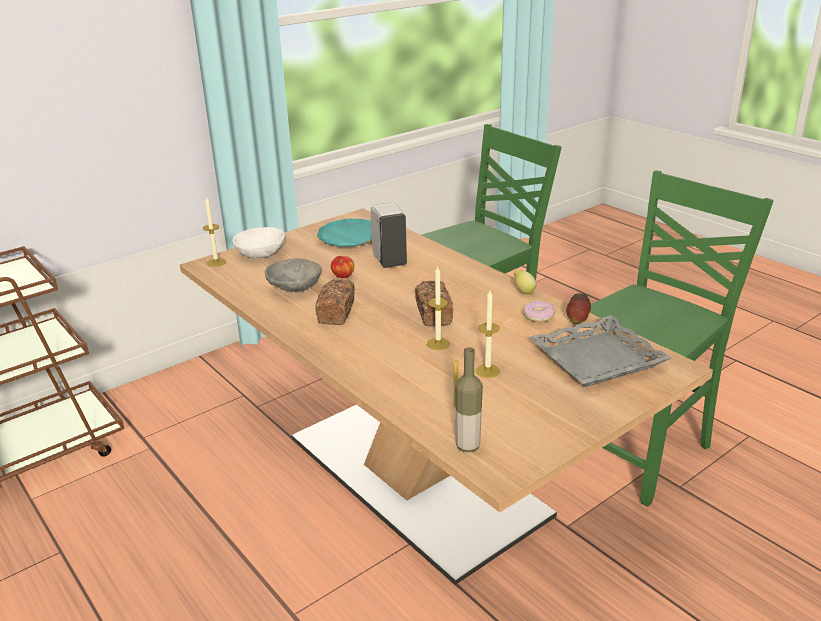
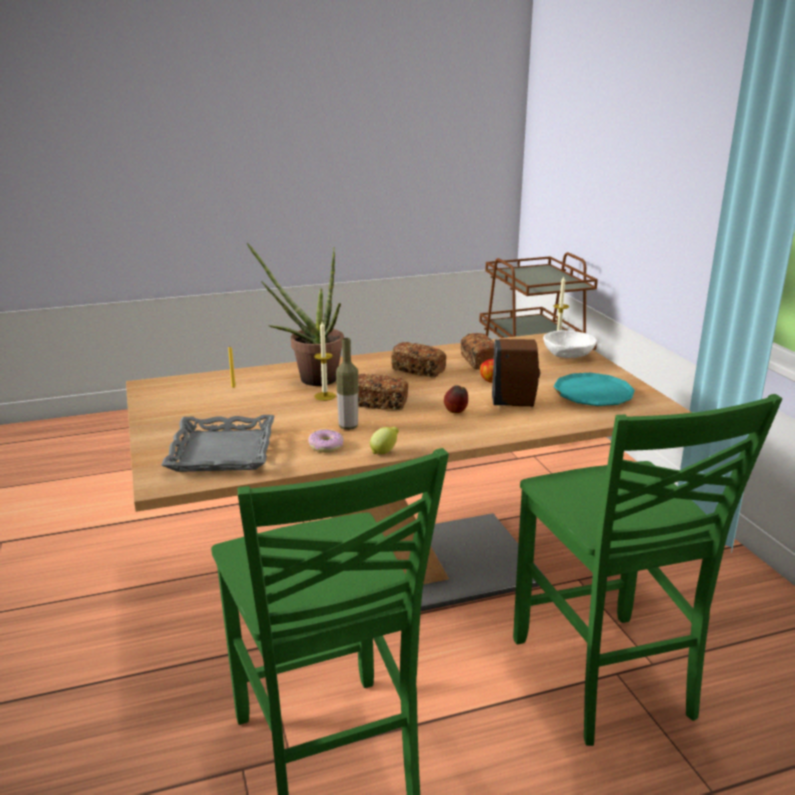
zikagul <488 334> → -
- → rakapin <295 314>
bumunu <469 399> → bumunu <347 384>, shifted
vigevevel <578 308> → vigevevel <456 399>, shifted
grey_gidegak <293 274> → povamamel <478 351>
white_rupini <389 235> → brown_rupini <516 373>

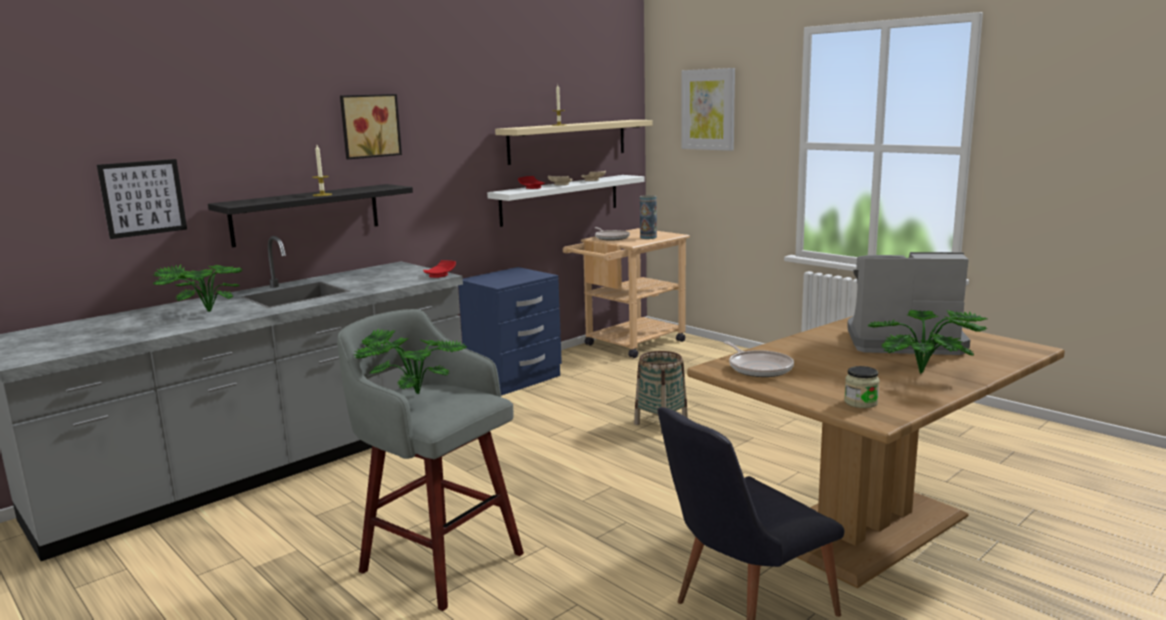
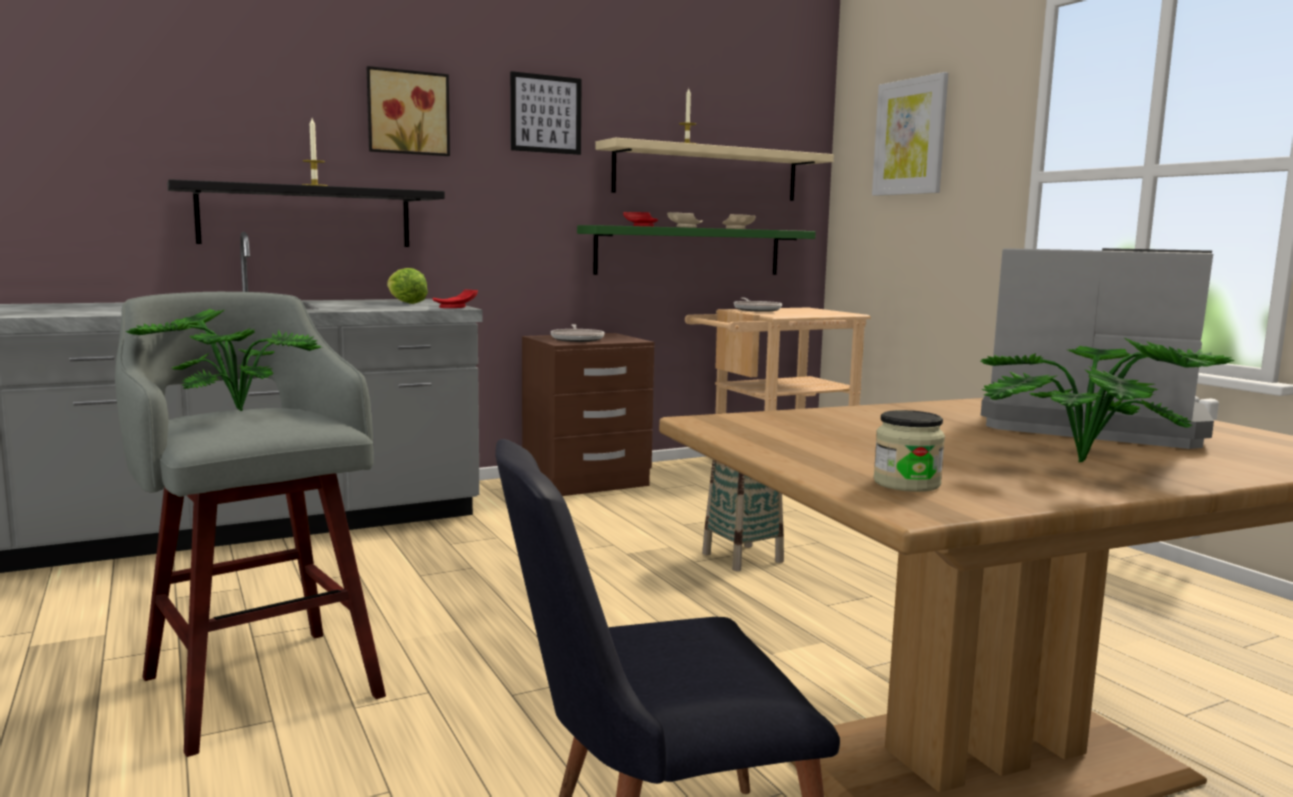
rakapin <198 288> → -
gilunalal <648 217> → -
- → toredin <407 286>
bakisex <142 199> → bakisex <546 113>, shifted
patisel <759 359> → patisel <577 333>, shifted
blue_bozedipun <510 331> → brown_bozedipun <588 414>
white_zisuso <565 201> → green_zisuso <696 250>

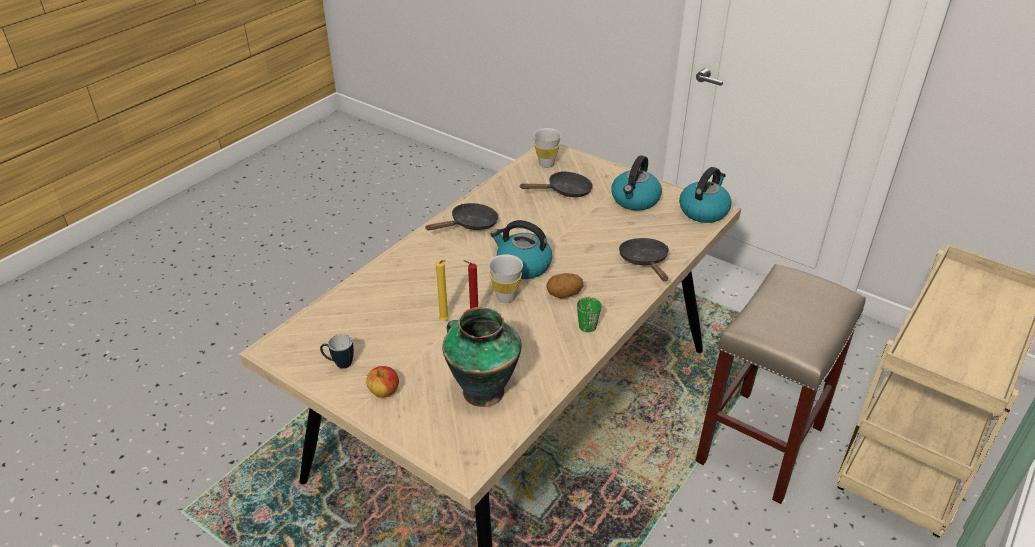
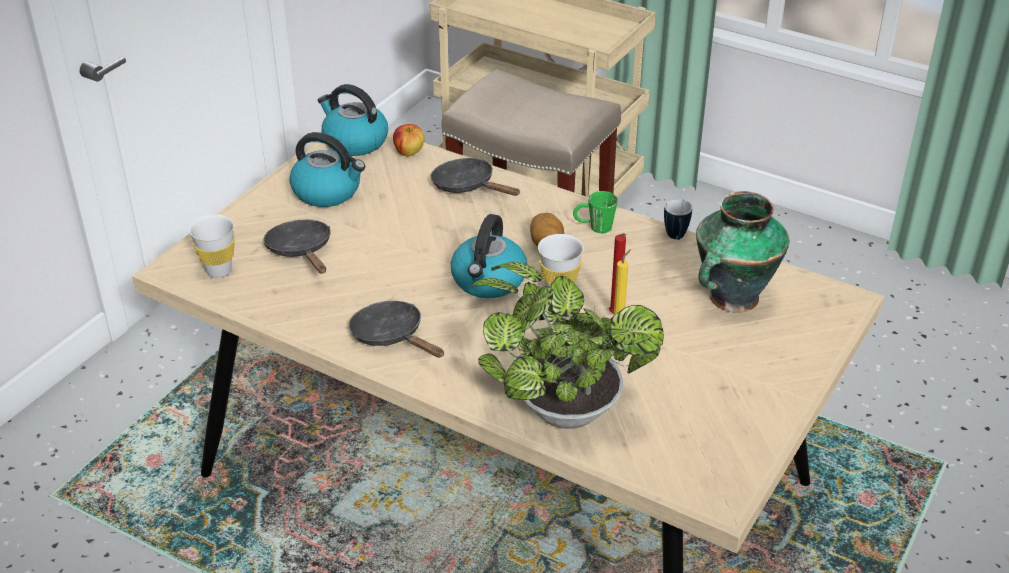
- → rakapin <566 345>
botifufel <337 351> → botifufel <678 219>, shifted
vigevevel <382 382> → vigevevel <408 140>, shifted
black_patisel <644 259> → black_patisel <475 177>, 60 degrees clockwise

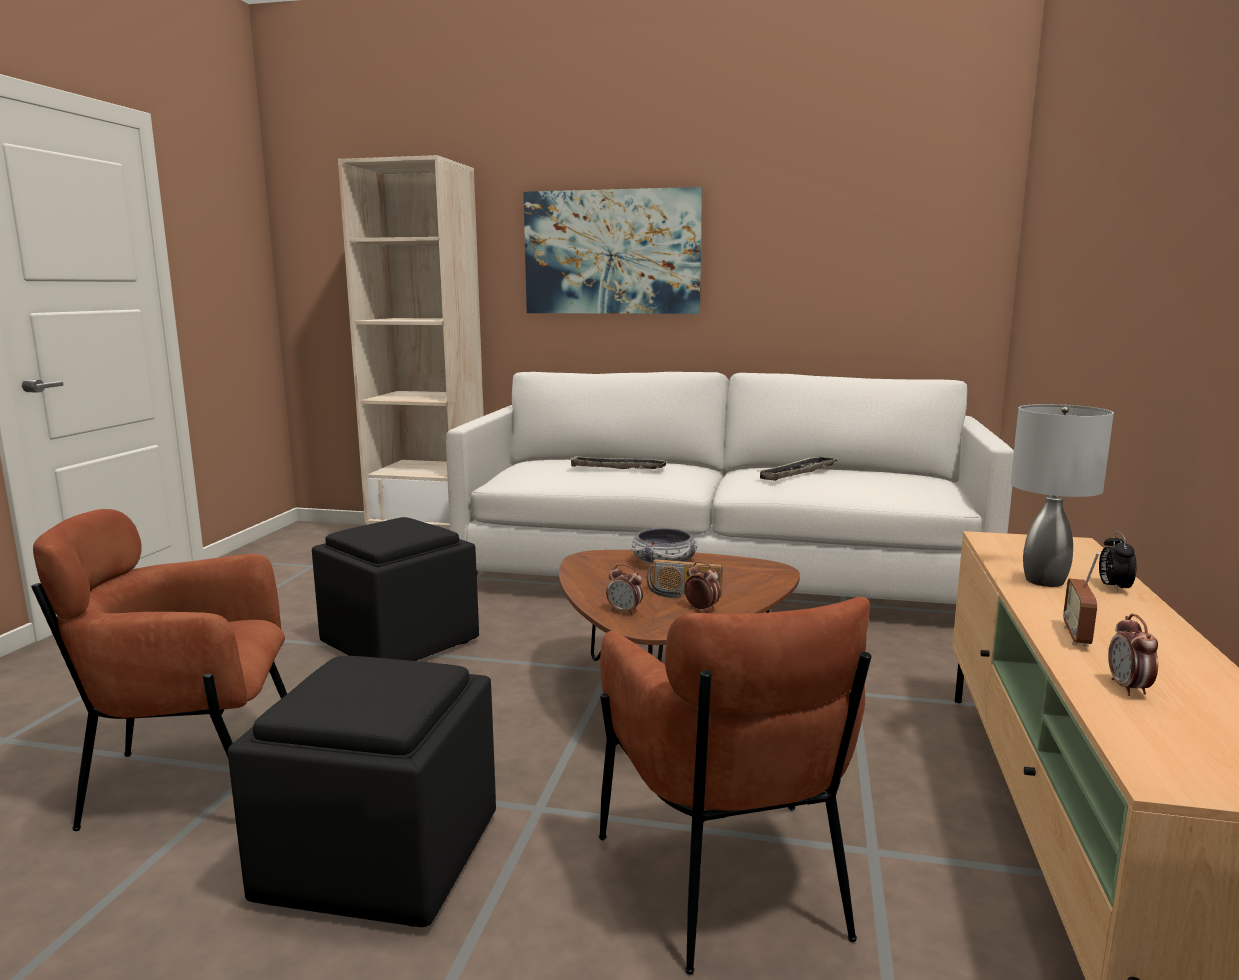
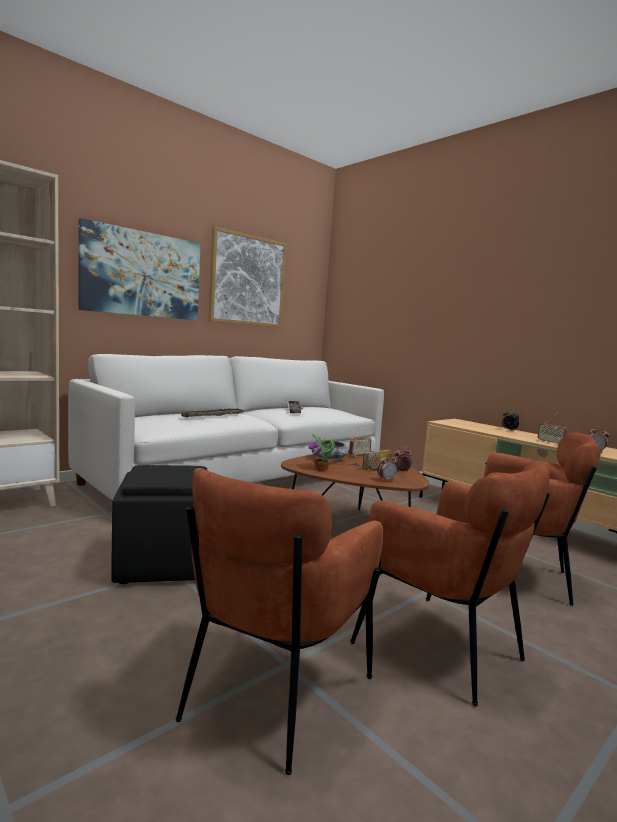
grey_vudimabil <1062 495> → -
- → bakisex <247 276>
- → rakapin <321 452>
- → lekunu <360 441>
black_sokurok <362 791> → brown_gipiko <450 584>

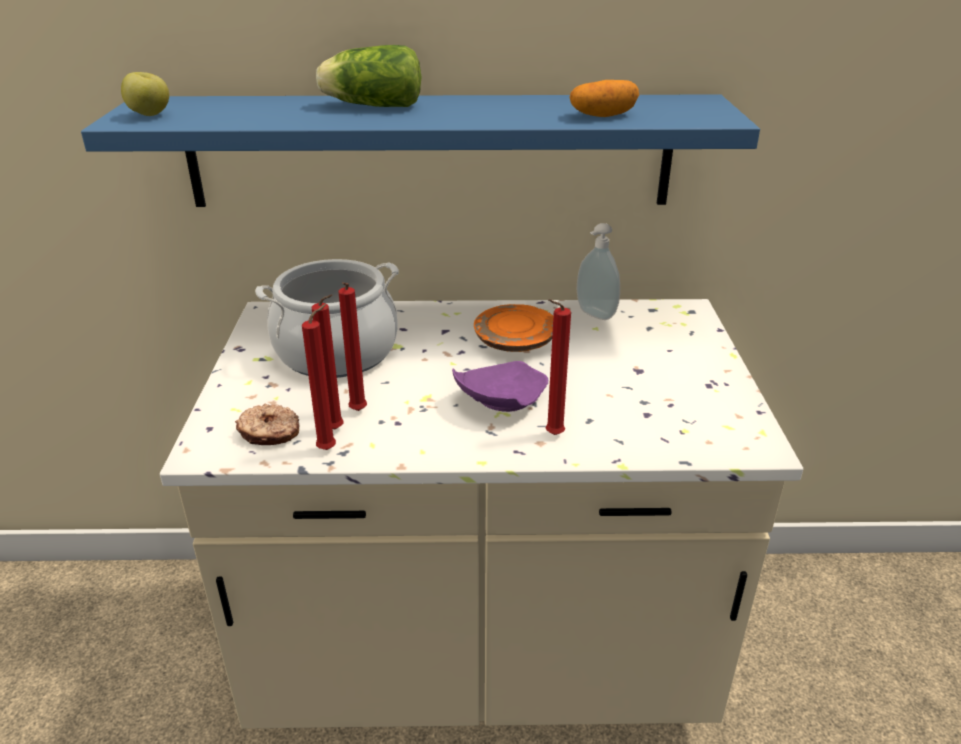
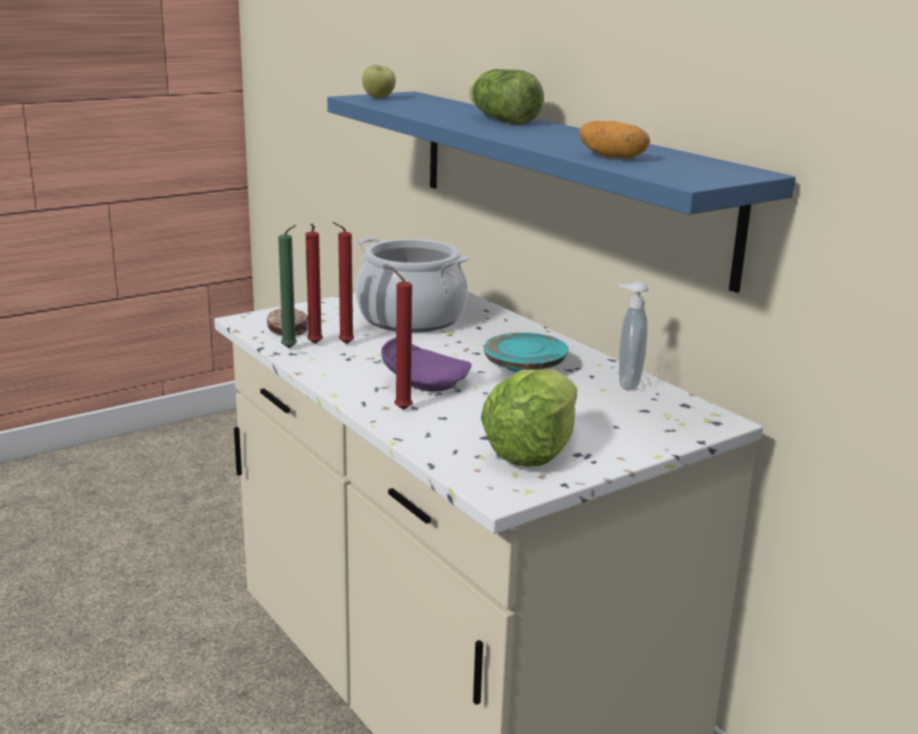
- → toredin <529 418>
red_zikagul <319 377> → green_zikagul <287 286>
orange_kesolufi <513 328> → turquoise_kesolufi <525 352>

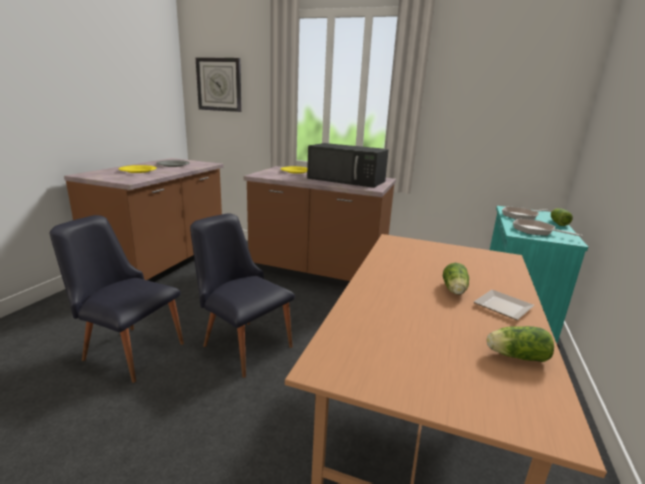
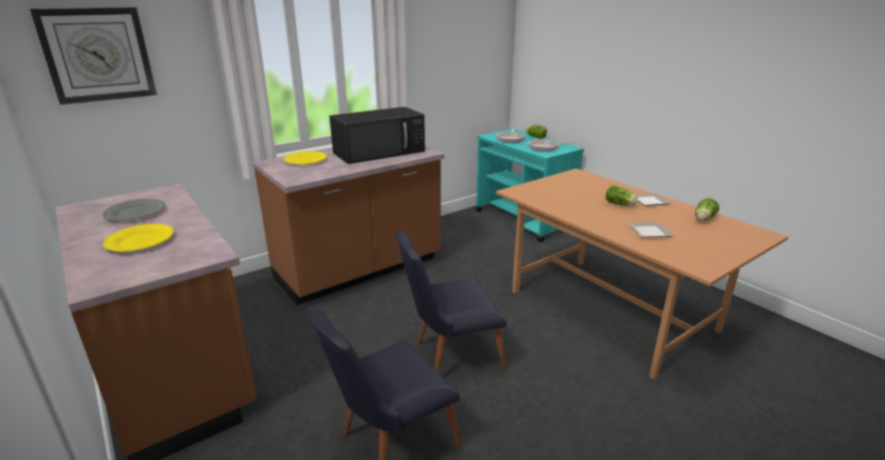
- → kesolufi <651 229>

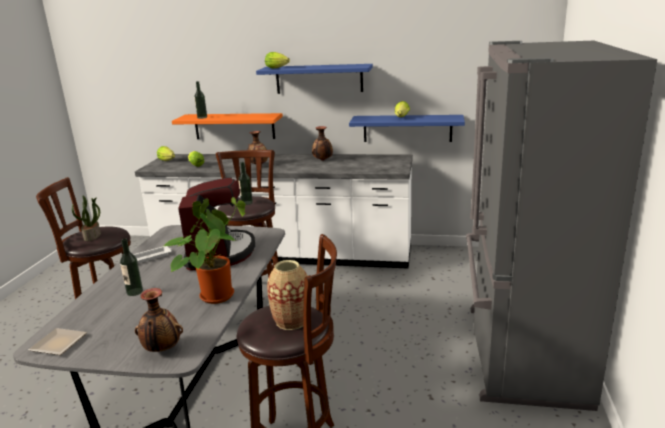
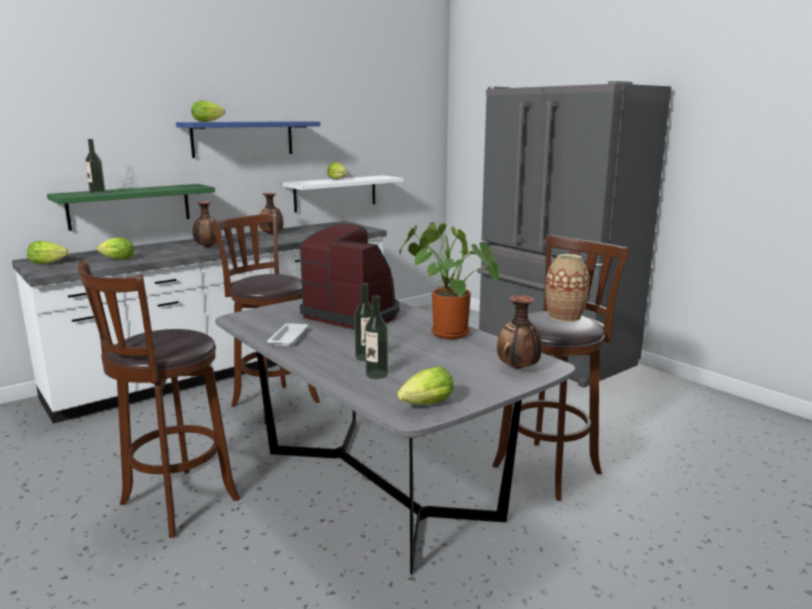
rakapin <86 218> → -
bumunu <245 183> → bumunu <376 337>, shifted
kesolufi <57 341> → toredin <425 385>
orange_zisuso <227 126> → green_zisuso <131 207>
blue_zisuso <407 128> → white_zisuso <343 193>

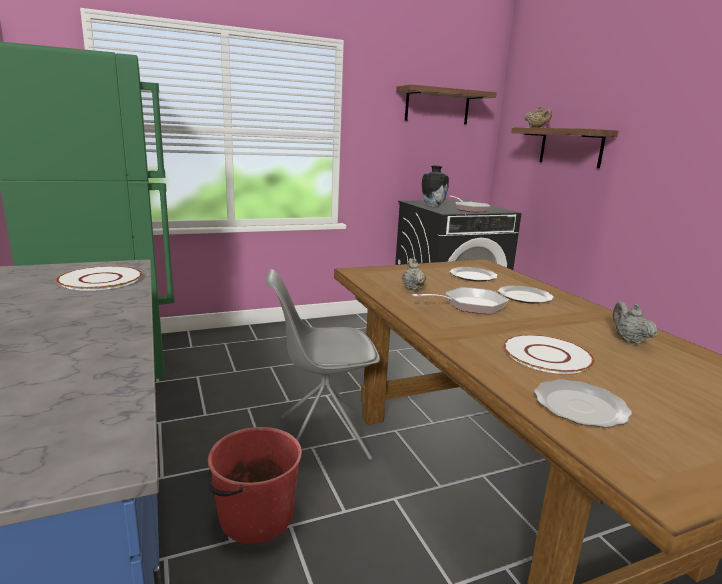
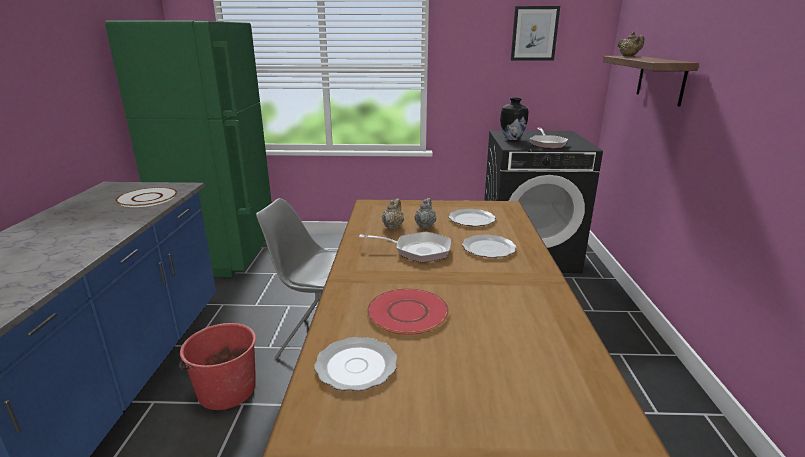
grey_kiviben <635 322> → grey_kiviben <425 213>, shifted
zisuso <446 104> → bakisex <535 33>
white_kesolufi <549 354> → red_kesolufi <408 311>

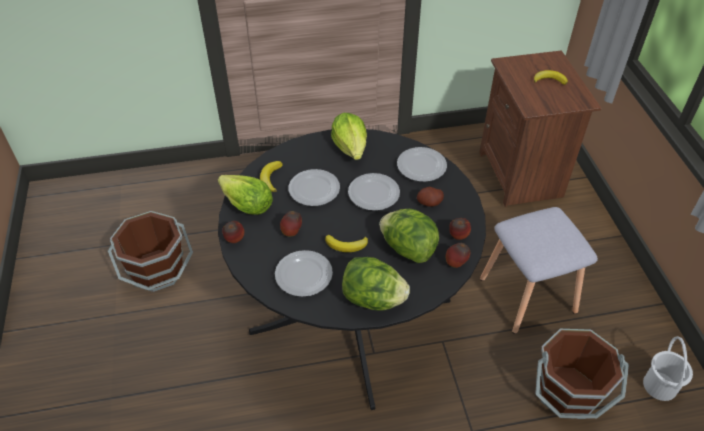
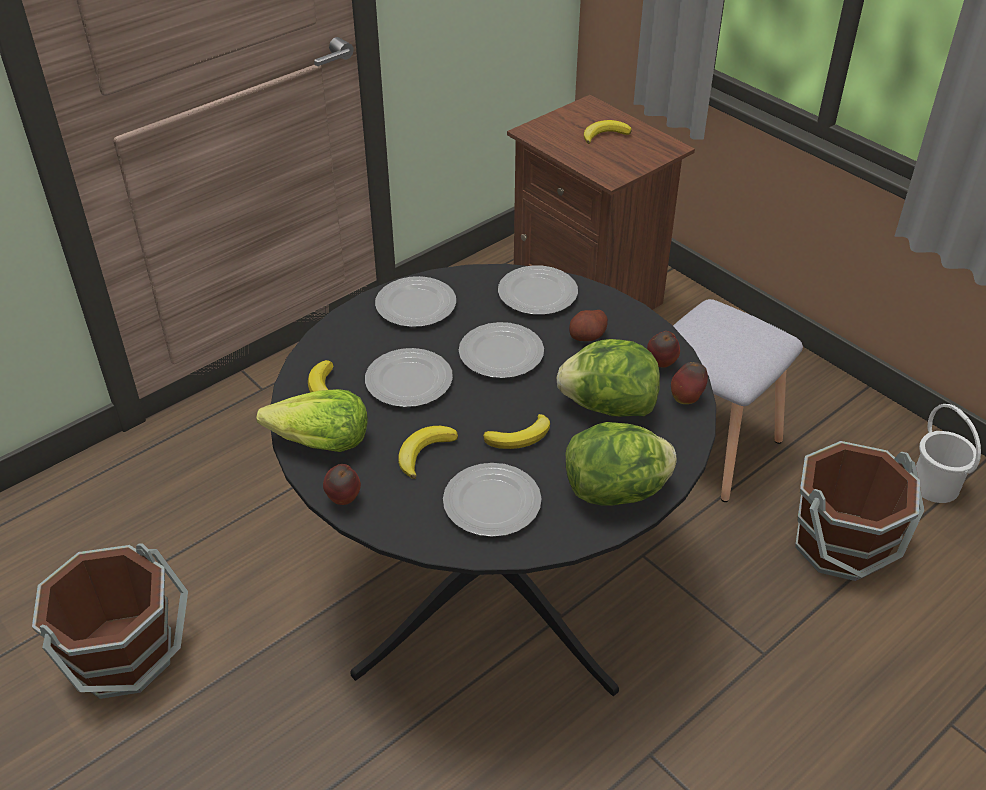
vigevevel <291 223> → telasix <428 452>
toredin <349 136> → kesolufi <415 301>

